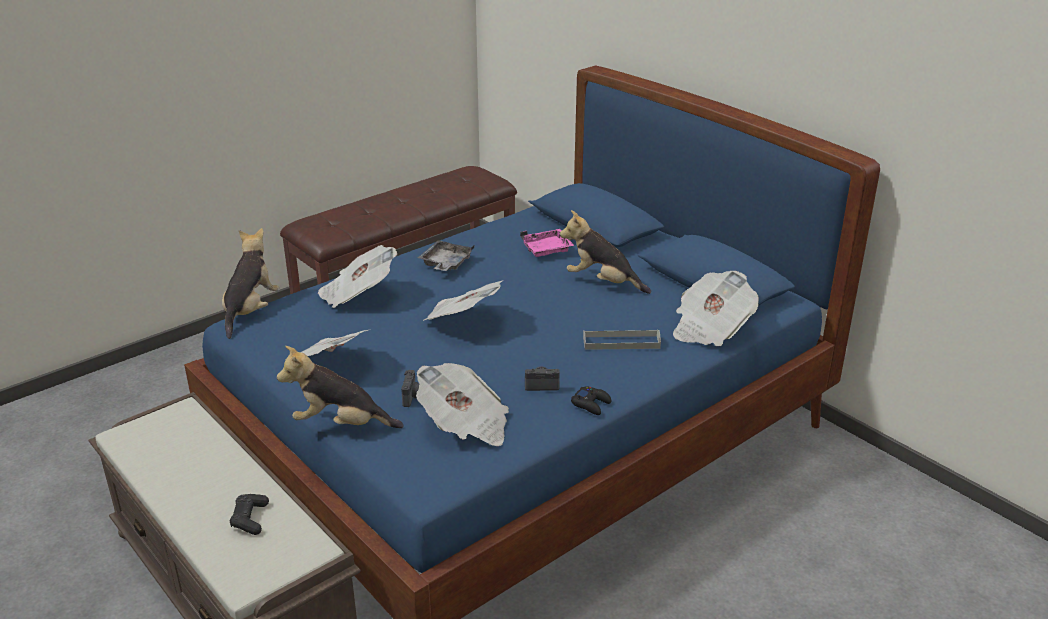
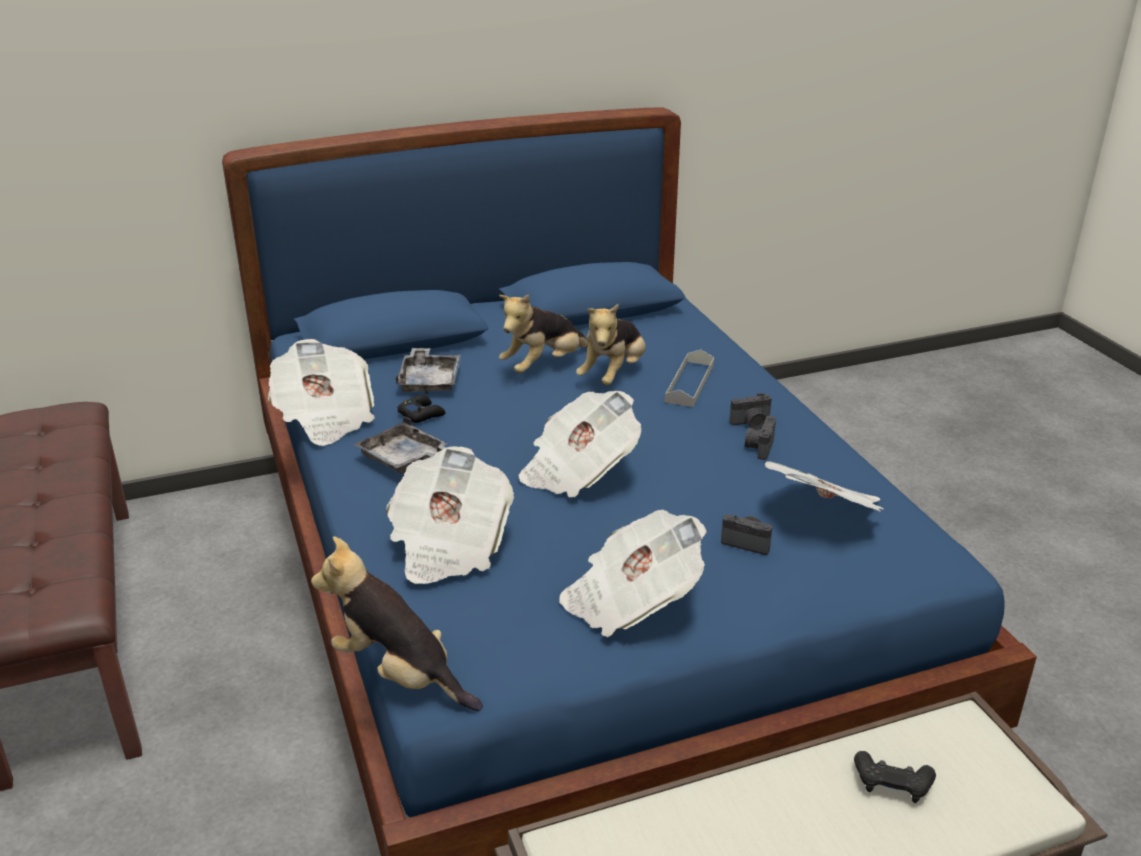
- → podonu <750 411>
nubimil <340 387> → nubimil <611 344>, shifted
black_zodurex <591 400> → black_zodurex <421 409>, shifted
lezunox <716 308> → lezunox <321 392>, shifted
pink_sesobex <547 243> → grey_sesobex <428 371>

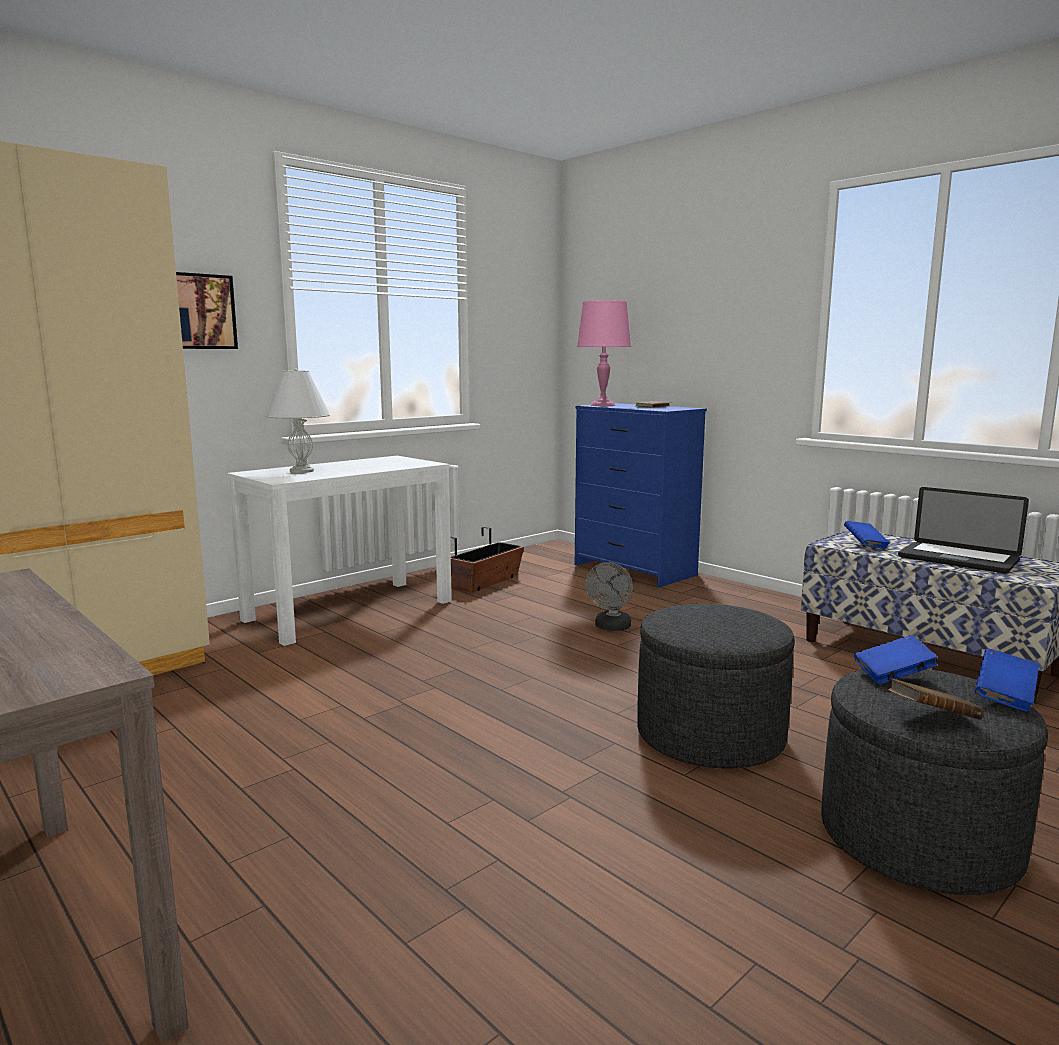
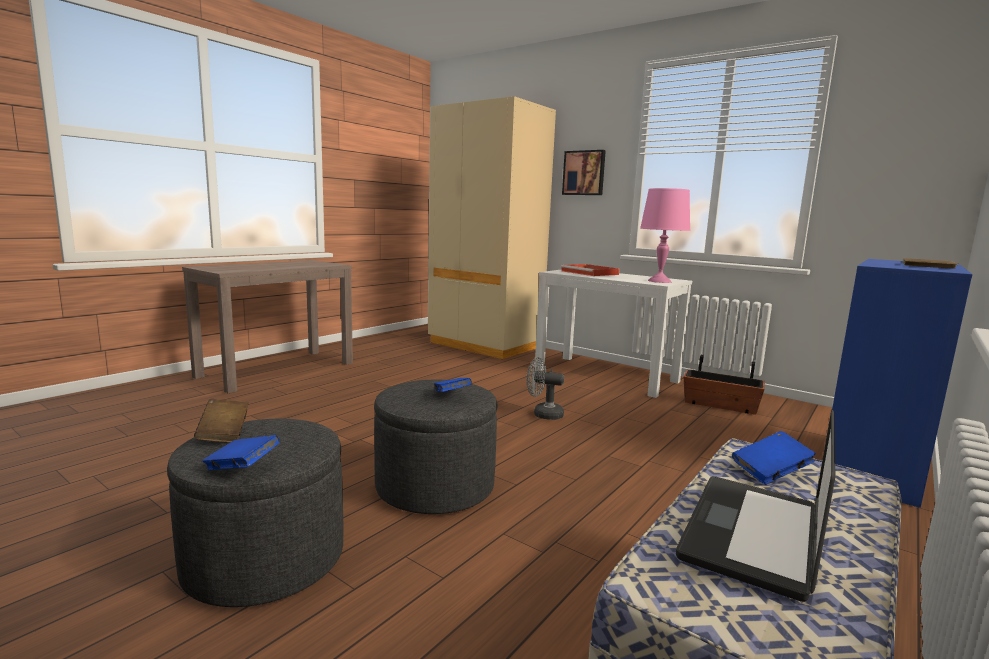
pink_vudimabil <604 353> → pink_vudimabil <665 235>, shifted
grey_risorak <609 596> → grey_risorak <545 388>, shifted
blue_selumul <896 659> → blue_selumul <453 385>, shifted
white_vudimabil <298 421> → red_sesobex <590 270>

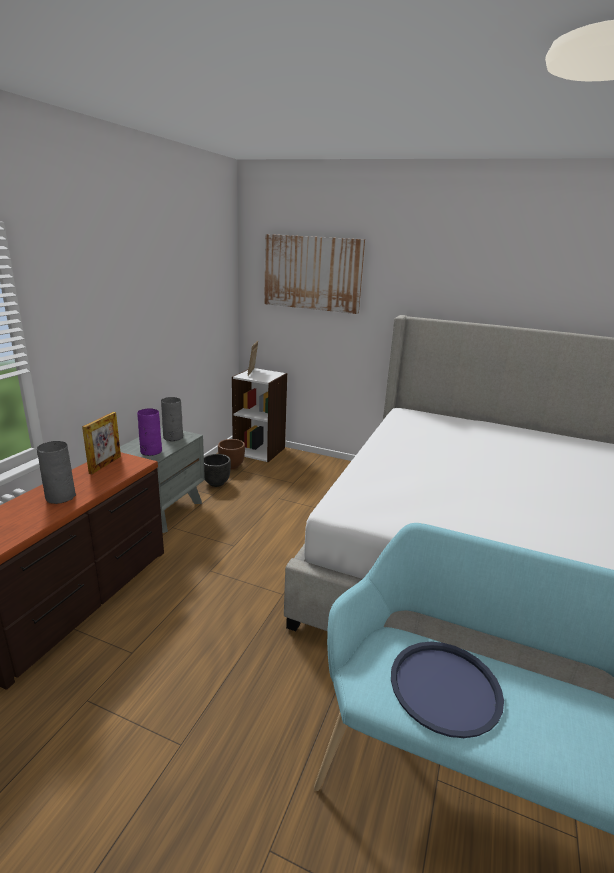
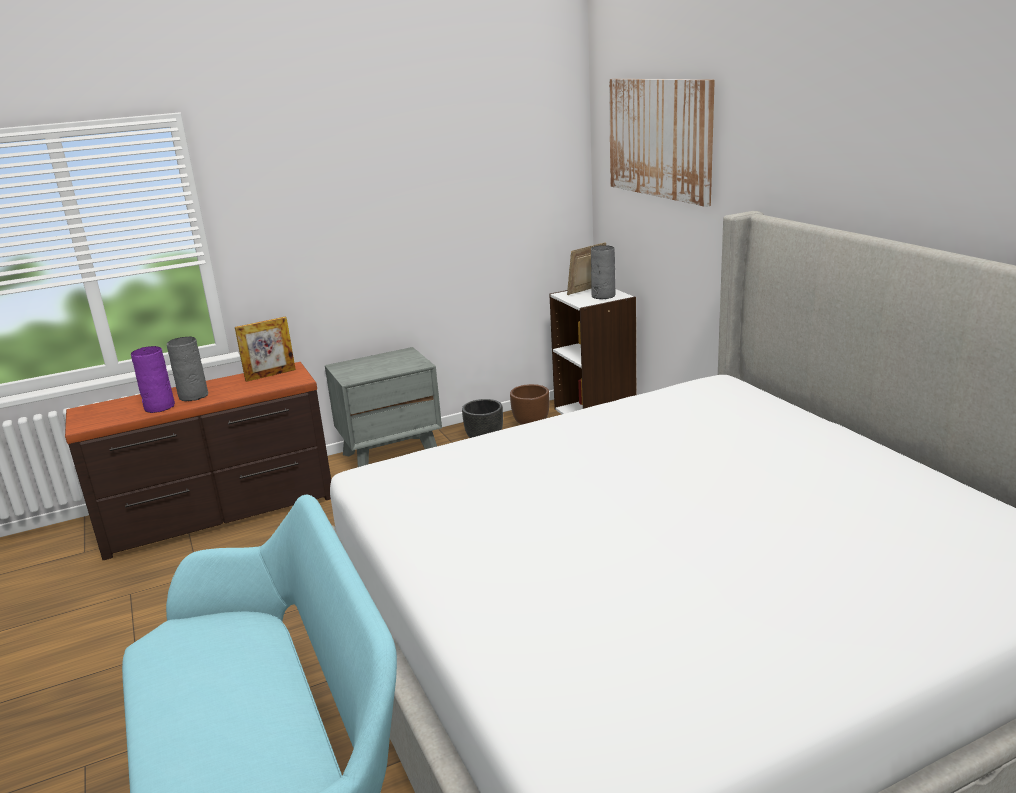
blue_sesobex <447 690> → -
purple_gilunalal <149 432> → purple_gilunalal <153 379>, shifted
grey_gilunalal <172 419> → grey_gilunalal <603 272>, shifted

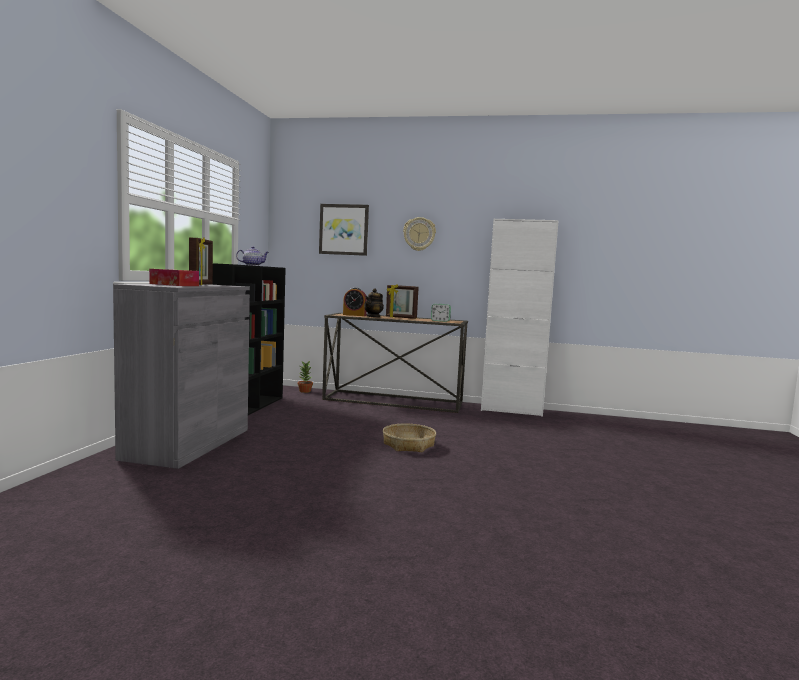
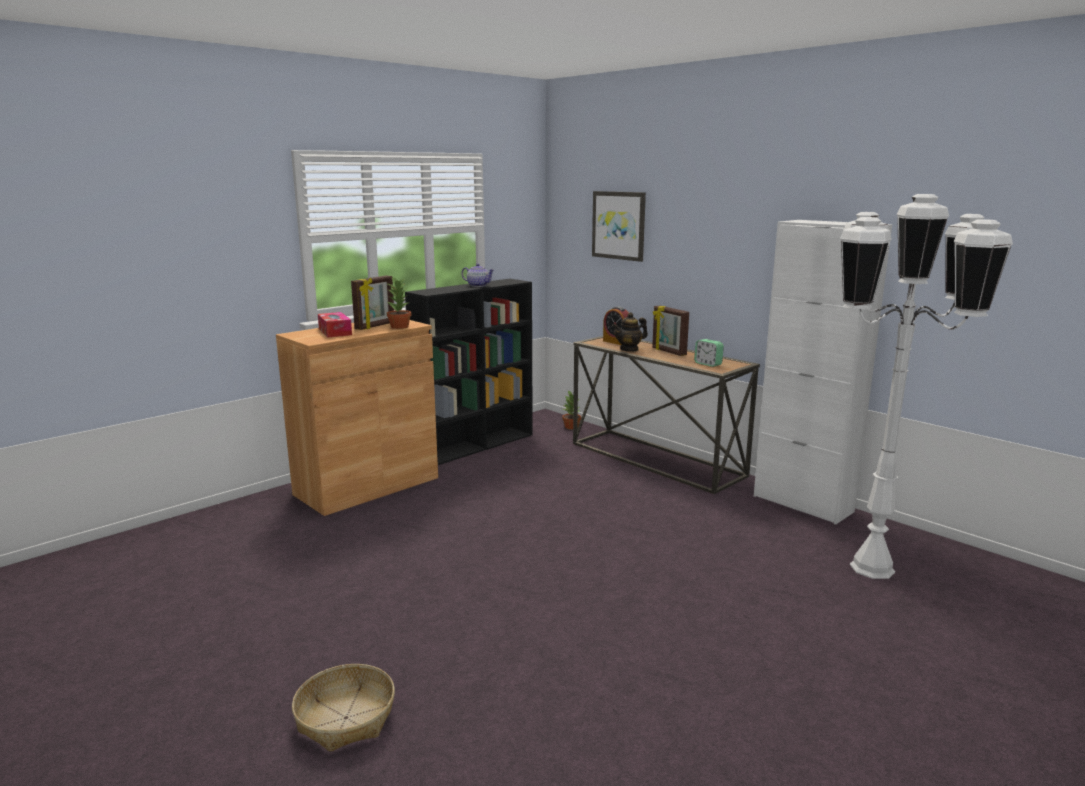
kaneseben <419 234> → -
- → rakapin <399 302>
- → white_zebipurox <926 386>
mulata <409 437> → mulata <343 708>, shifted
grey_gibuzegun <181 376> → brown_gibuzegun <357 418>

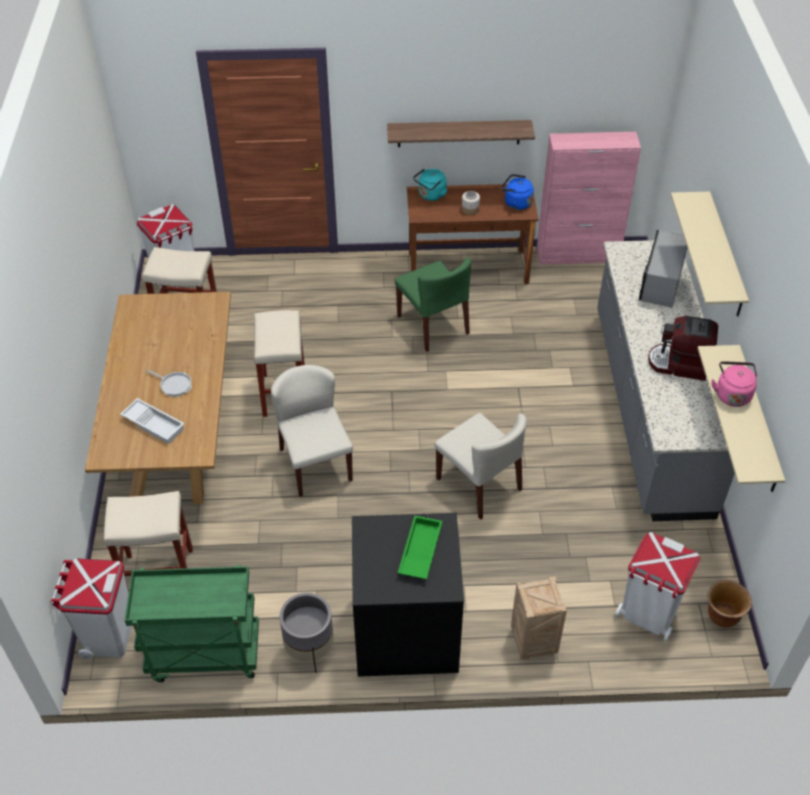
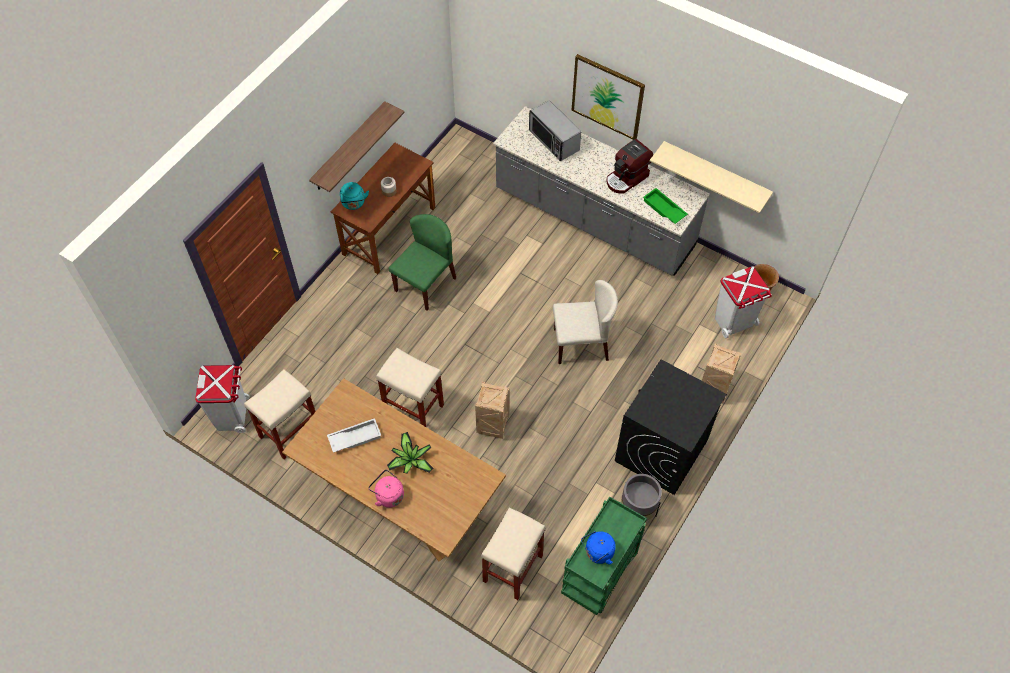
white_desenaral <91 608> → -
pink_gibuzegun <589 198> → -
white_sesobex <152 421> → white_sesobex <354 435>, shifted
green_sesobex <420 547> → green_sesobex <665 206>, shifted
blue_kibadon <517 192> → blue_kibadon <598 548>, shifted
pink_kibadon <734 384> → pink_kibadon <386 488>, shifted
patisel <169 383> → rakapin <410 453>
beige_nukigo <312 431> → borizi <492 410>
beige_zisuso <710 254> → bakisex <608 97>
green_nukigo <433 304> → green_nukigo <422 262>, 60 degrees counterclockwise

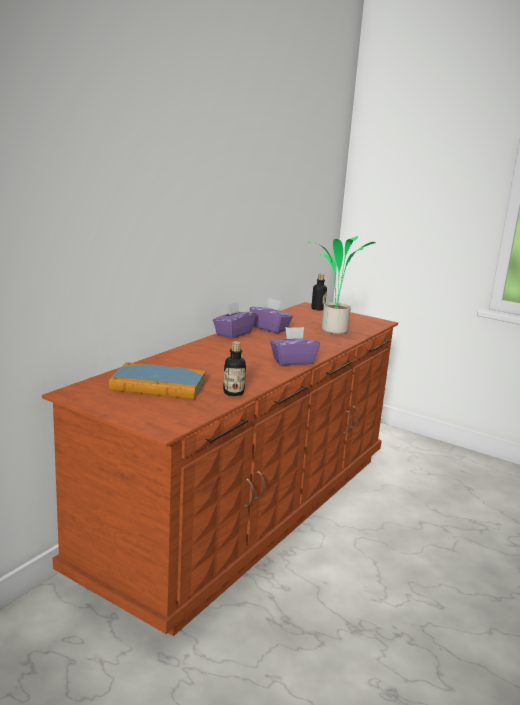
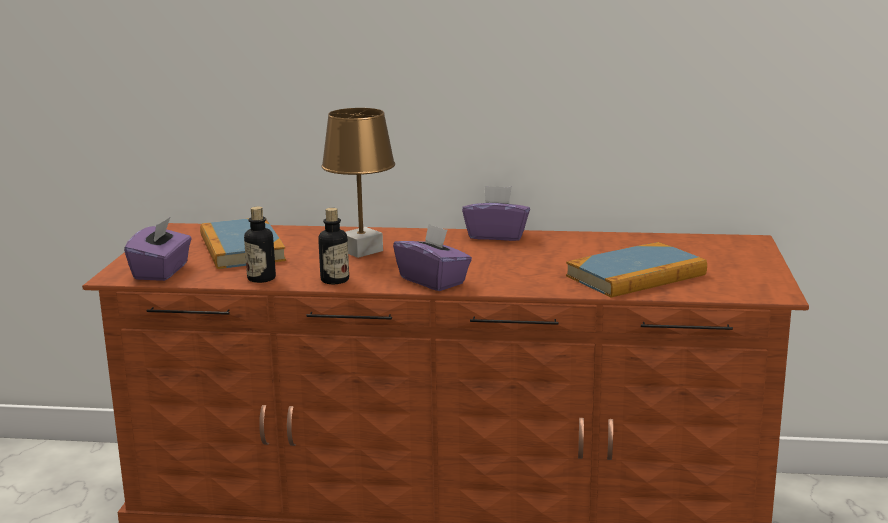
- → brown_vudimabil <358 183>
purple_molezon <271 315> → purple_molezon <158 249>, shifted
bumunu <319 292> → bumunu <333 246>, shifted
rakapin <341 285> → selumul <636 269>

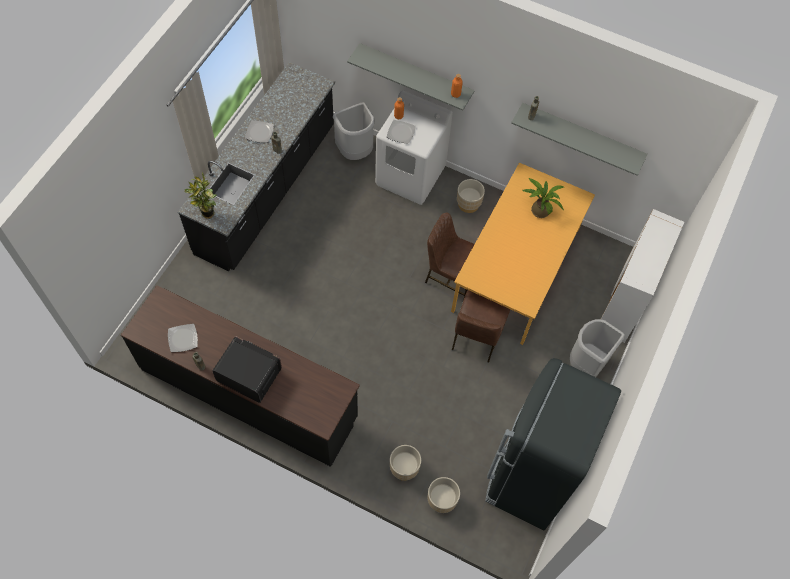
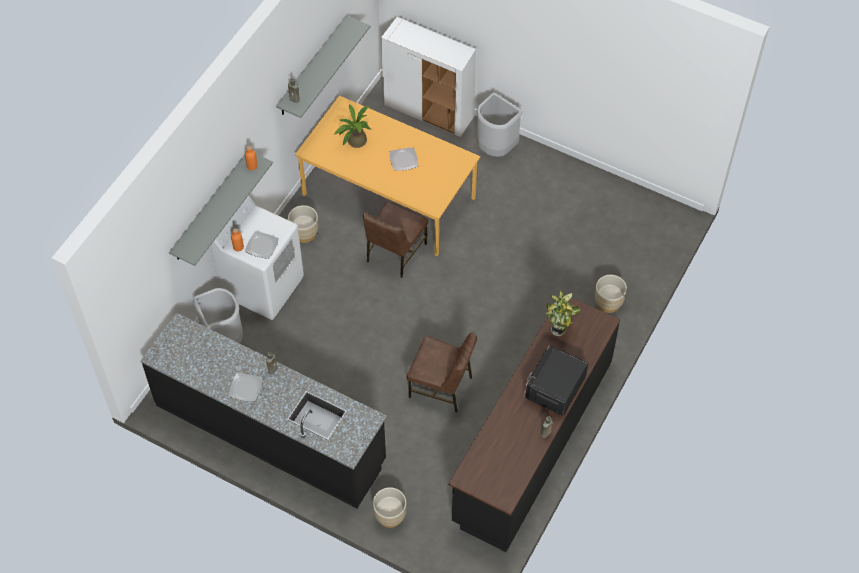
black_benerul <553 444> → -
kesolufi <183 338> → kesolufi <404 159>, shifted
rakapin <200 195> → rakapin <563 313>, shifted
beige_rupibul <444 495> → beige_rupibul <389 507>, shifted
brown_nukigo <481 327> → brown_nukigo <442 372>, shifted

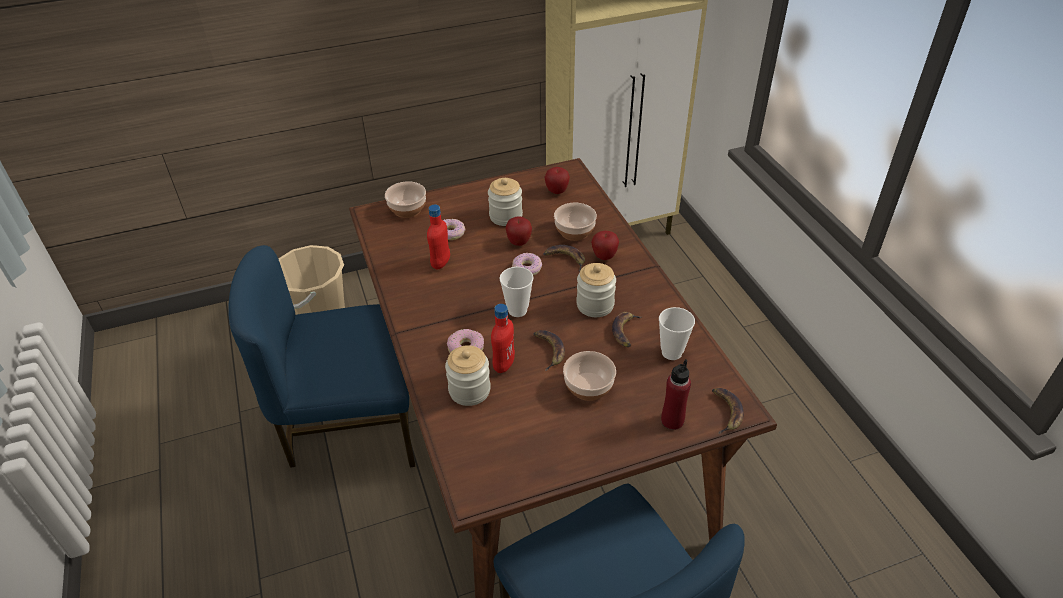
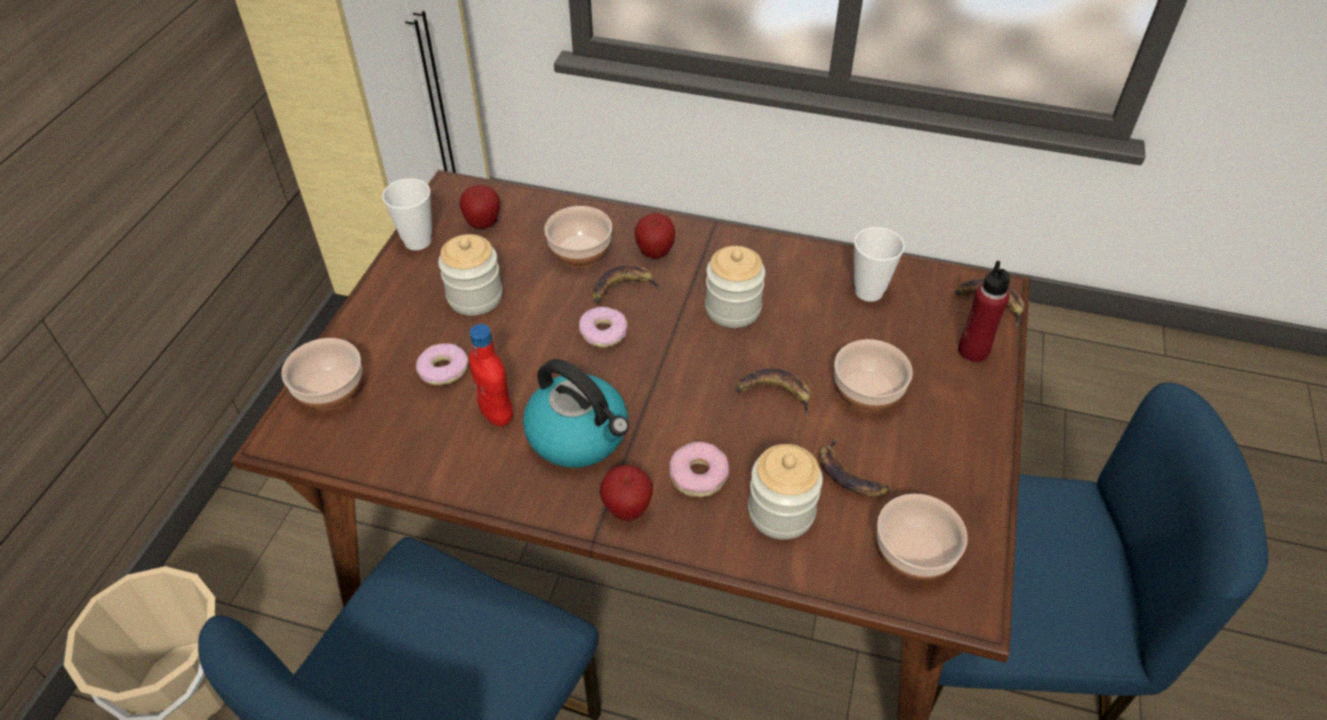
red_bumunu <503 338> → -
- → kibadon <576 413>
- → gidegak <922 537>
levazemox <516 292> → levazemox <407 214>, shifted
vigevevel <518 231> → vigevevel <626 493>, shifted
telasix <627 329> → telasix <854 467>, shifted

